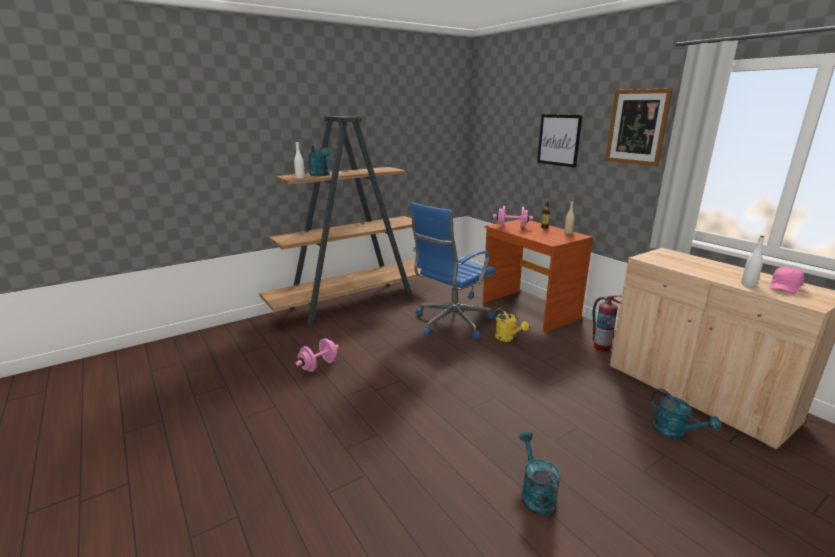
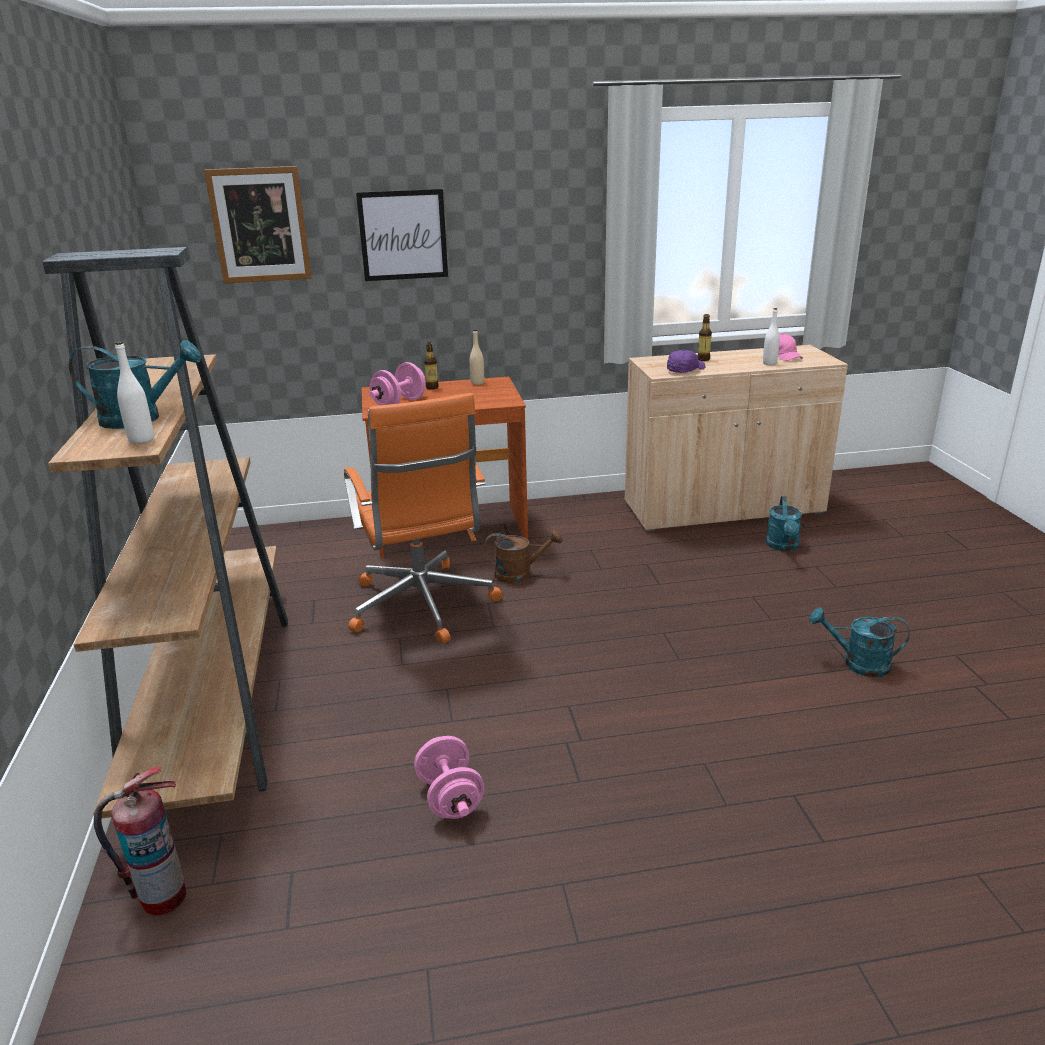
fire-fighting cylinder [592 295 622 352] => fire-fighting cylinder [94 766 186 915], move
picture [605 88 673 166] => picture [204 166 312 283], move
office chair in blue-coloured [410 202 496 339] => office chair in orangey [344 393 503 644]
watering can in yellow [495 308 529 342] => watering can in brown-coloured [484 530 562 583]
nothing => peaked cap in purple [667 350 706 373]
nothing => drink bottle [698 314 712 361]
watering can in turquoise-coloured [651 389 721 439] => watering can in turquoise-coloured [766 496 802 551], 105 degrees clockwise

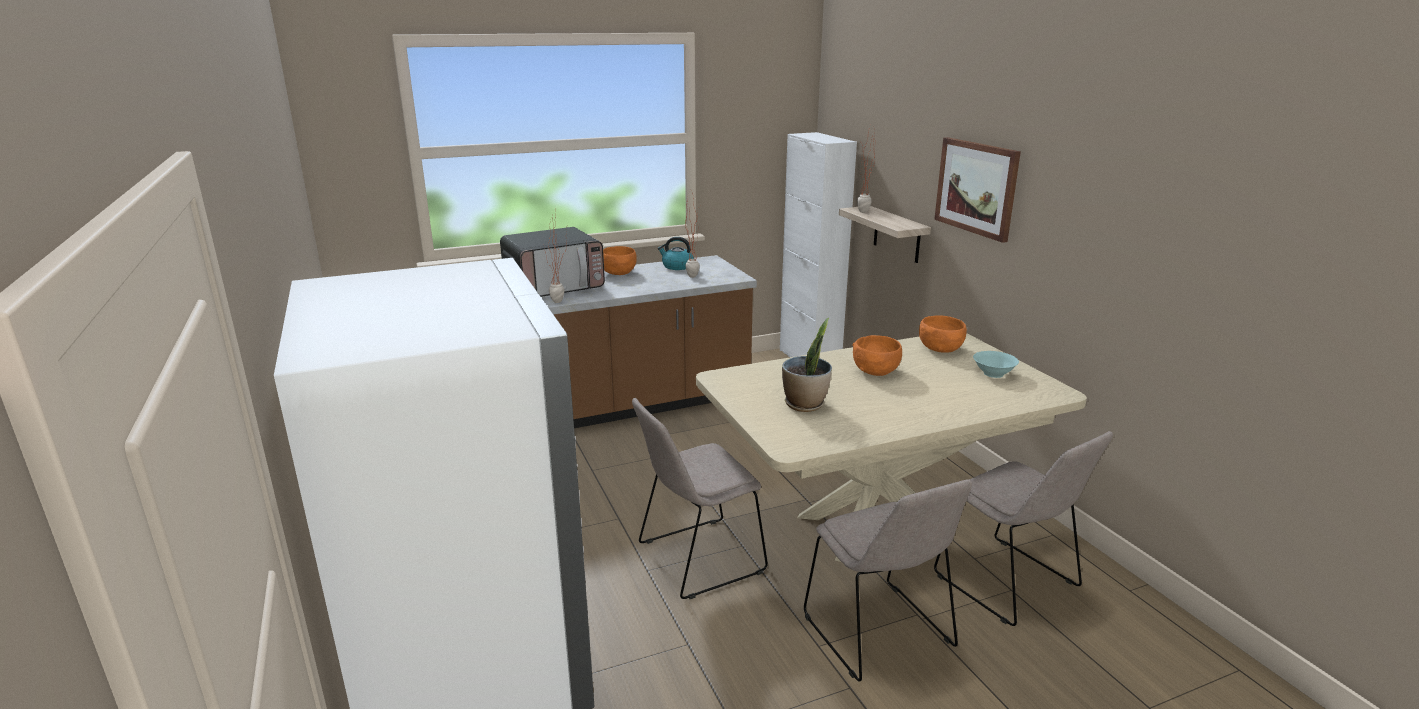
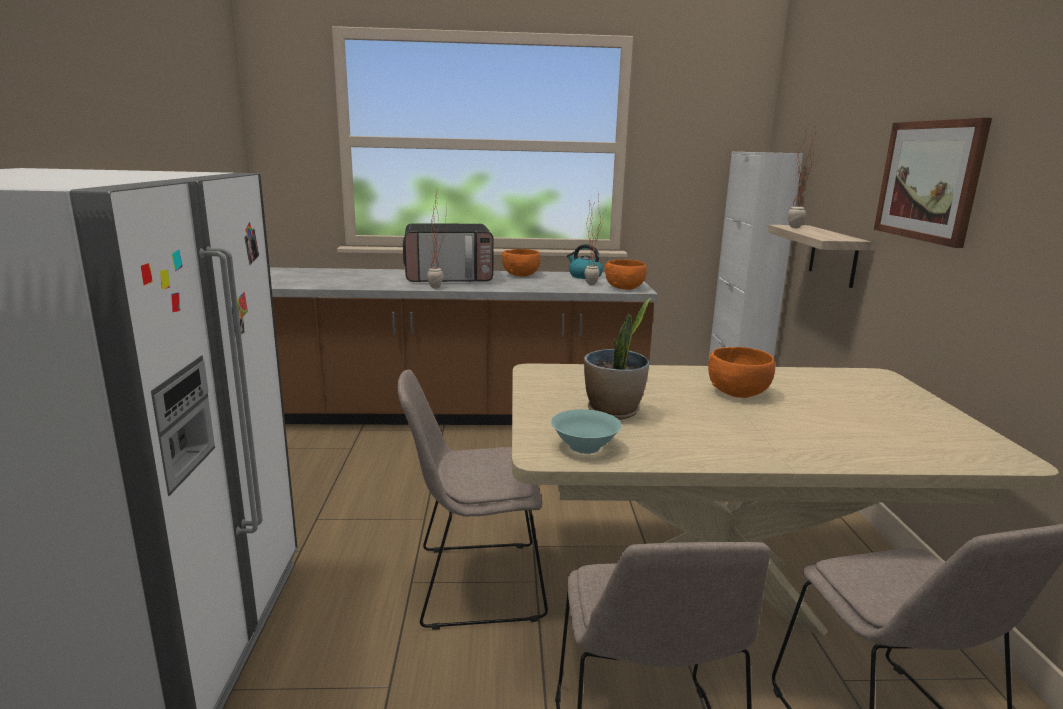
deep dish in turquoise-coloured [973 351 1019 378] => deep dish in turquoise-coloured [551 409 622 454], move
deep dish in orangey [919 315 967 353] => deep dish in orangey [604 259 647 290], move

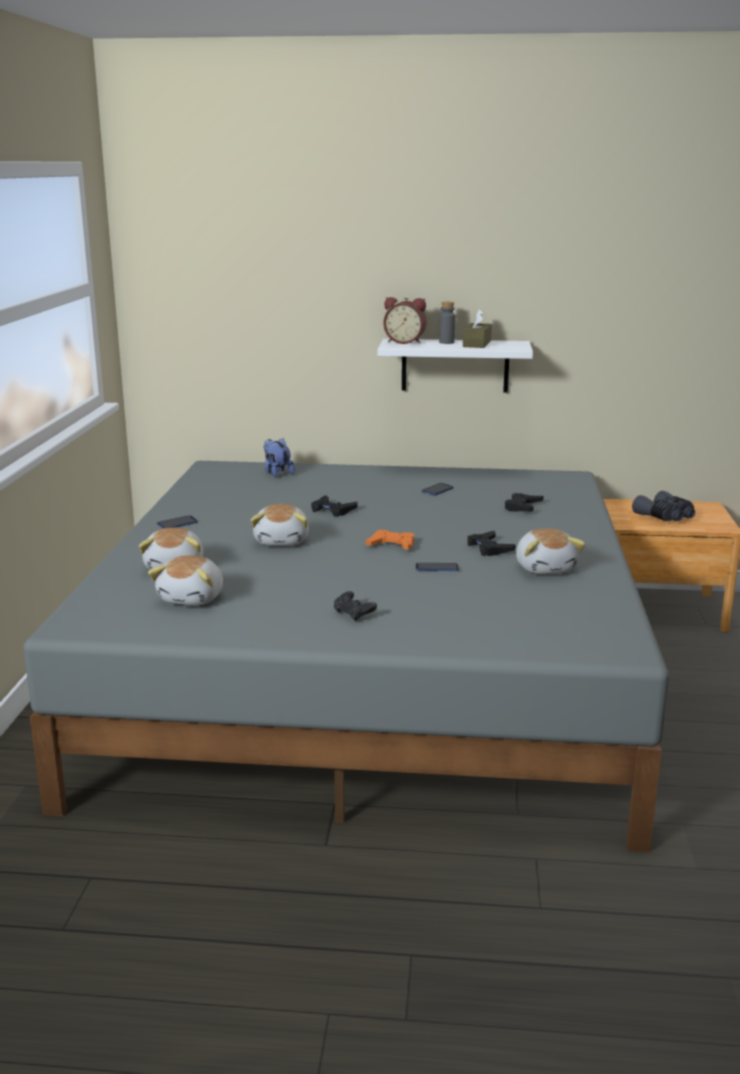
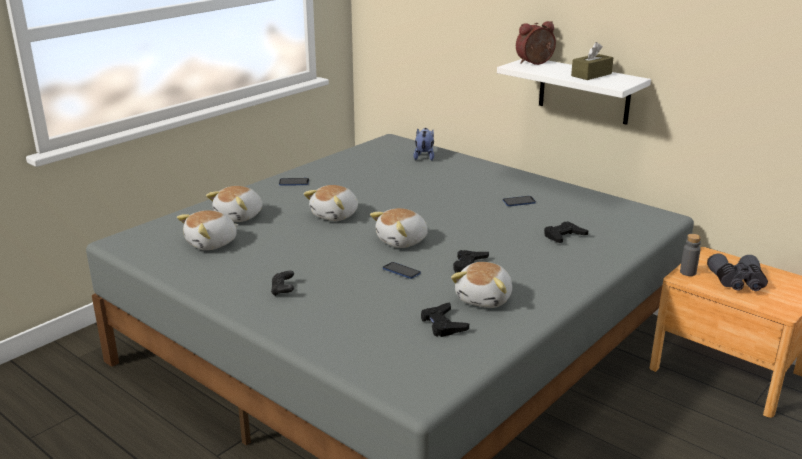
game controller in orangey [365 530 414 550] => plush toy [370 208 428 248]
game controller in blackish [311 495 357 517] => game controller in blackish [421 302 469 337], move
alarm clock [383 297 427 344] => alarm clock [516 21 556 65], 105 degrees clockwise
drink bottle in greyish [439 302 455 344] => drink bottle in greyish [680 234 701 276], move

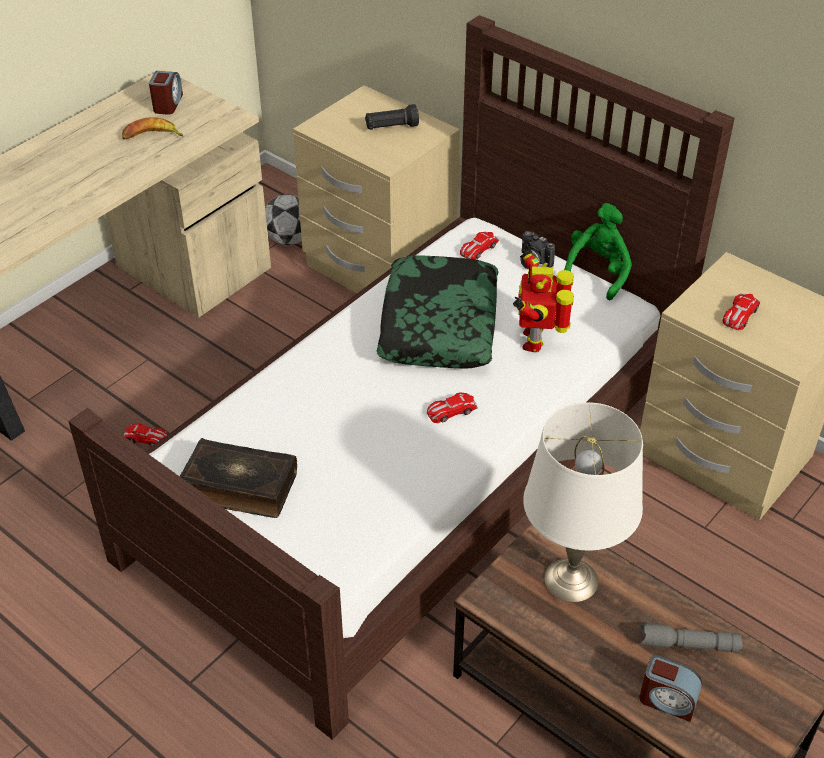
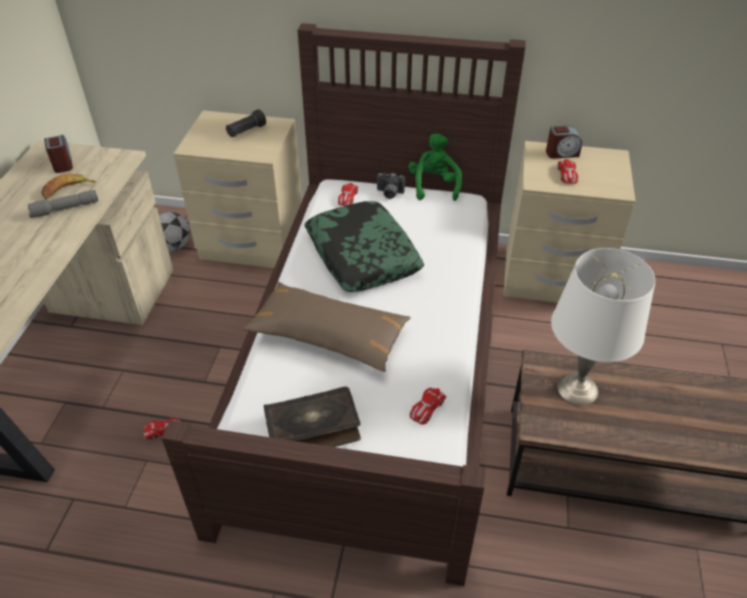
torch in greyish [640 624 743 653] => torch in greyish [28 190 99 218], move
nothing => cushion in brown-coloured [243 282 411 372]
miniature car [427 392 478 423] => miniature car [410 388 446 425], move
alarm clock [639 655 702 722] => alarm clock [546 126 582 159], move
toy robot [513 246 574 352] => nothing

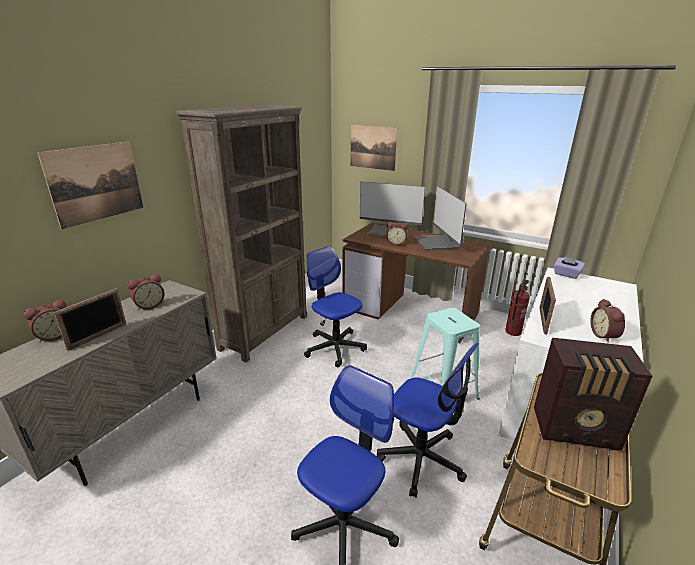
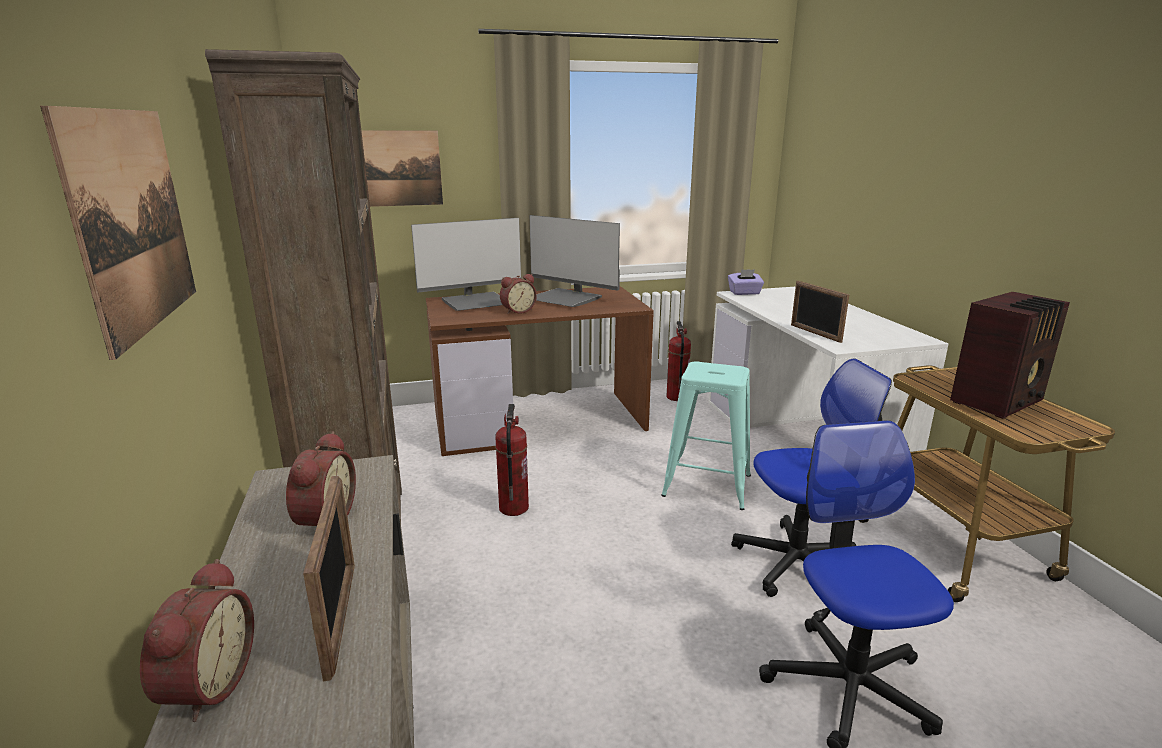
office chair [304 246 367 367] => fire-fighting cylinder [495 404 529 516]
alarm clock [590 299 625 343] => nothing

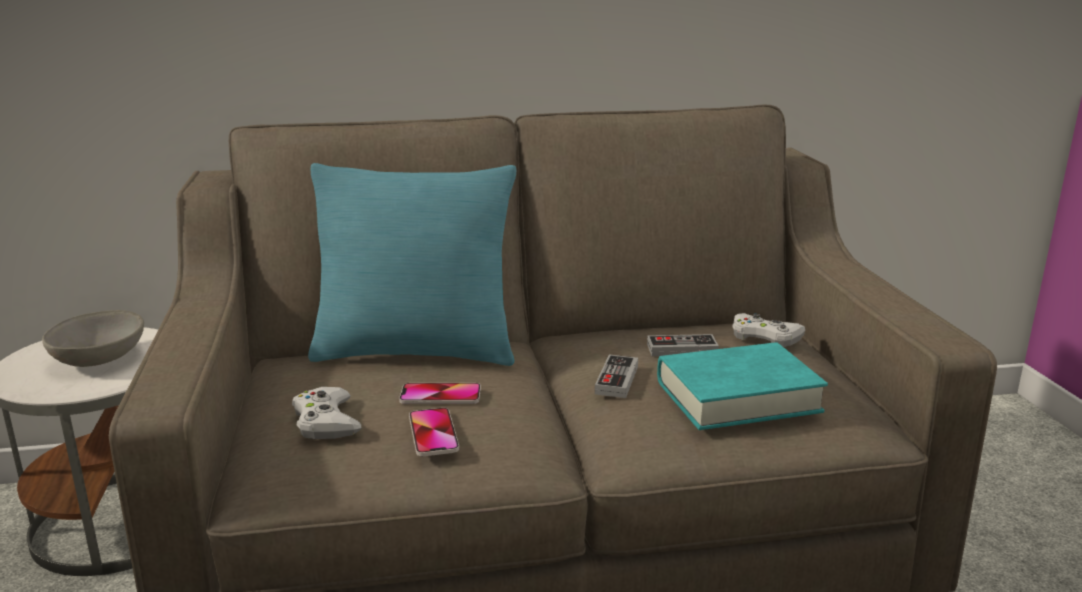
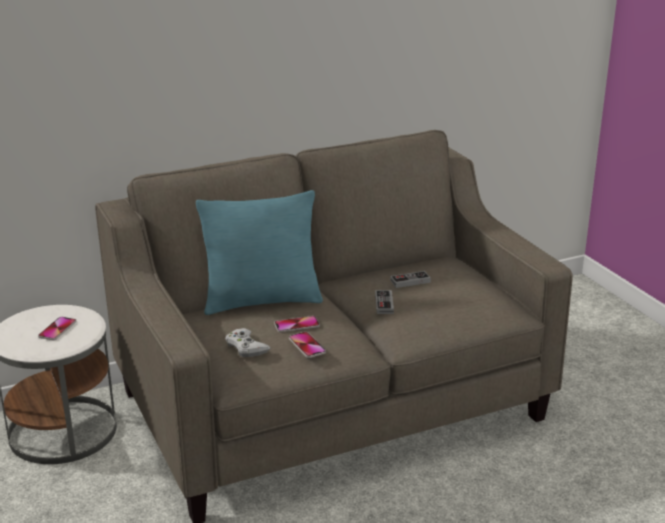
deep dish in greyish [42 310 144 367] => phone [38 317 76 340]
book in turquoise-coloured [657 342 828 430] => nothing
game controller in white-coloured [732 313 805 347] => nothing

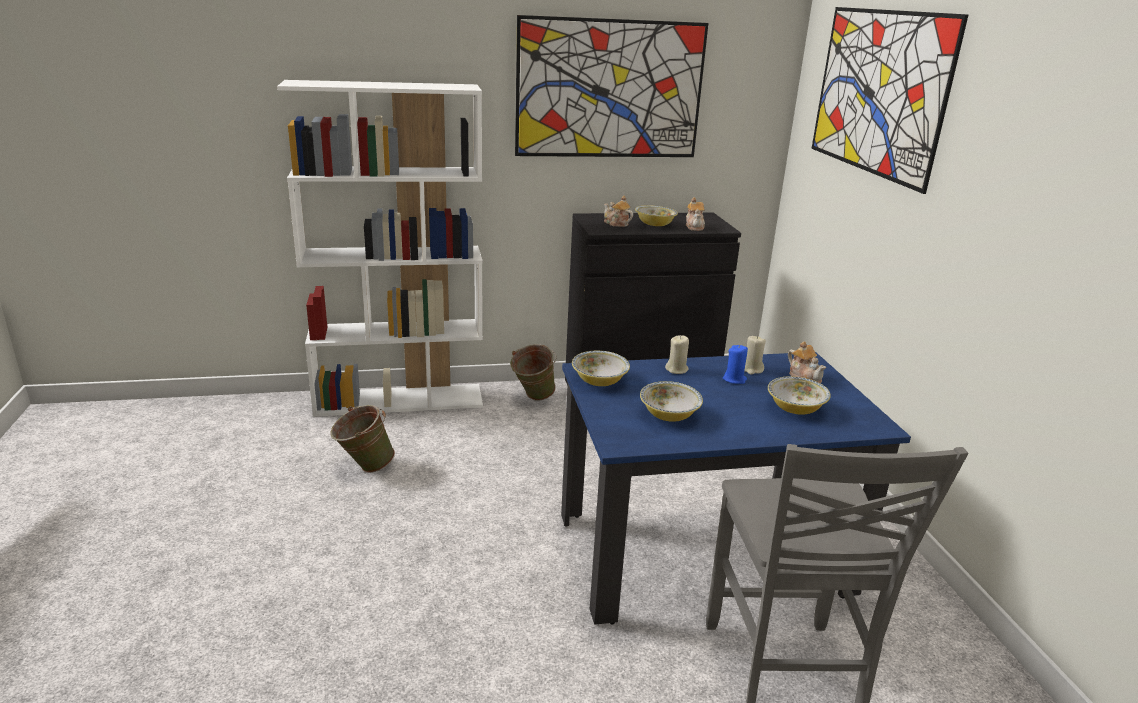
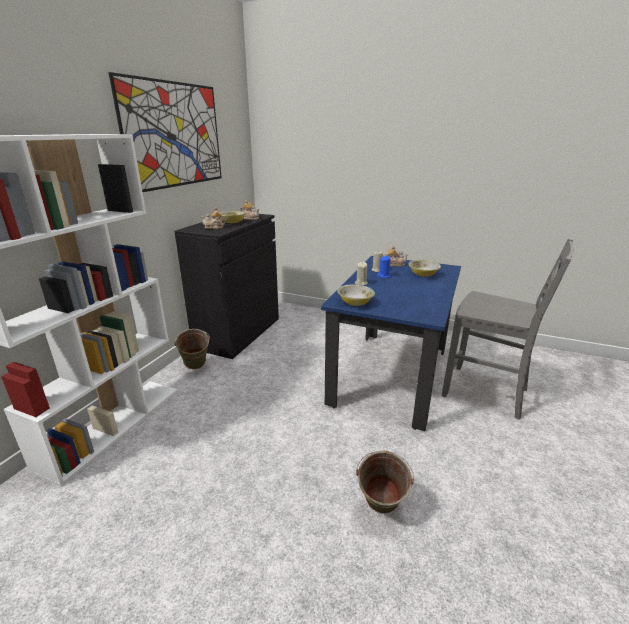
water bucket in green-coloured [331 405 395 473] => water bucket in green-coloured [356 451 414 514], move
deep dish [640 381 703 422] => nothing
picture [811 7 968 194] => nothing

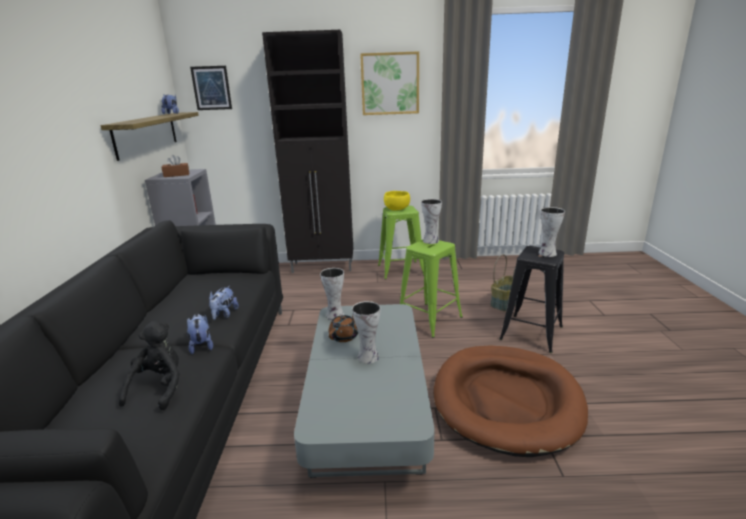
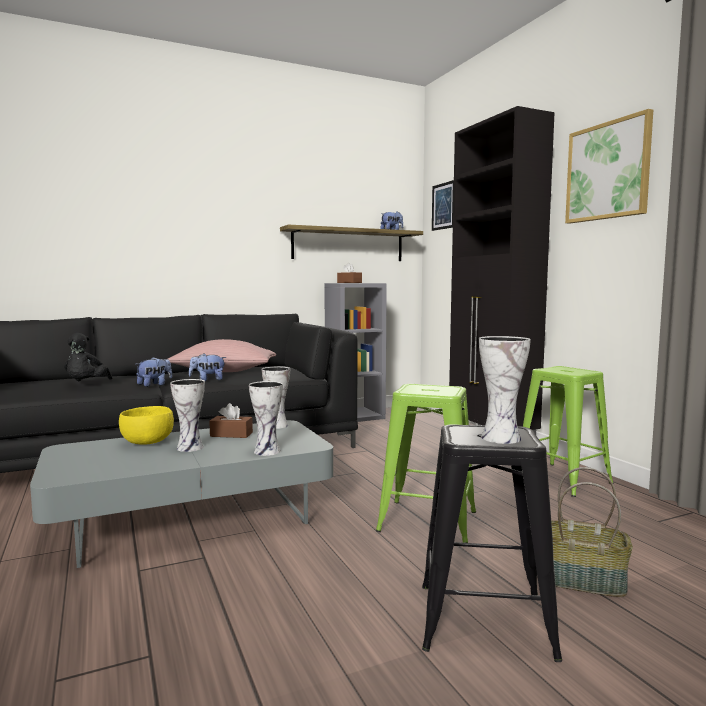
plush toy in blackish [119 321 180 410] => plush toy in blackish [64 333 113 381], 105 degrees clockwise
deep dish in yellow [384 191 410 211] => deep dish in yellow [119 406 174 445], move
nothing => cushion in pink-coloured [168 339 276 372]
teapot in brown-coloured [328 315 358 342] => tissue holder in brown-coloured [209 403 253 438]
decorative vase [421 199 442 244] => decorative vase [249 381 283 456], move
dog cushion in brown-coloured [433 346 588 457] => nothing

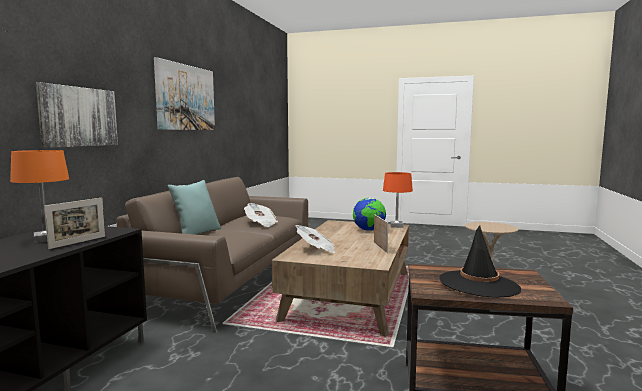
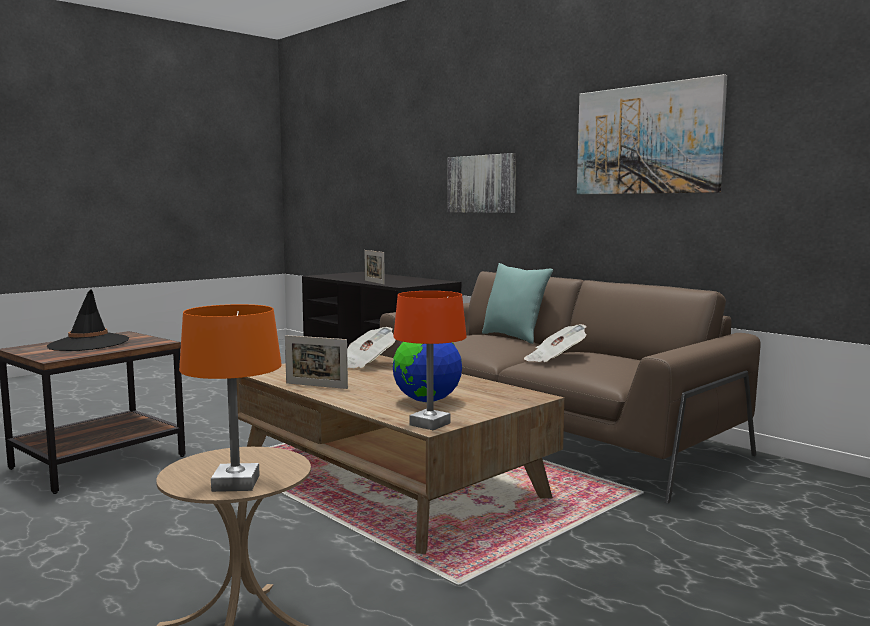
table lamp in orangey [10 150 69 243] => table lamp in orangey [179 304 282 492], move

